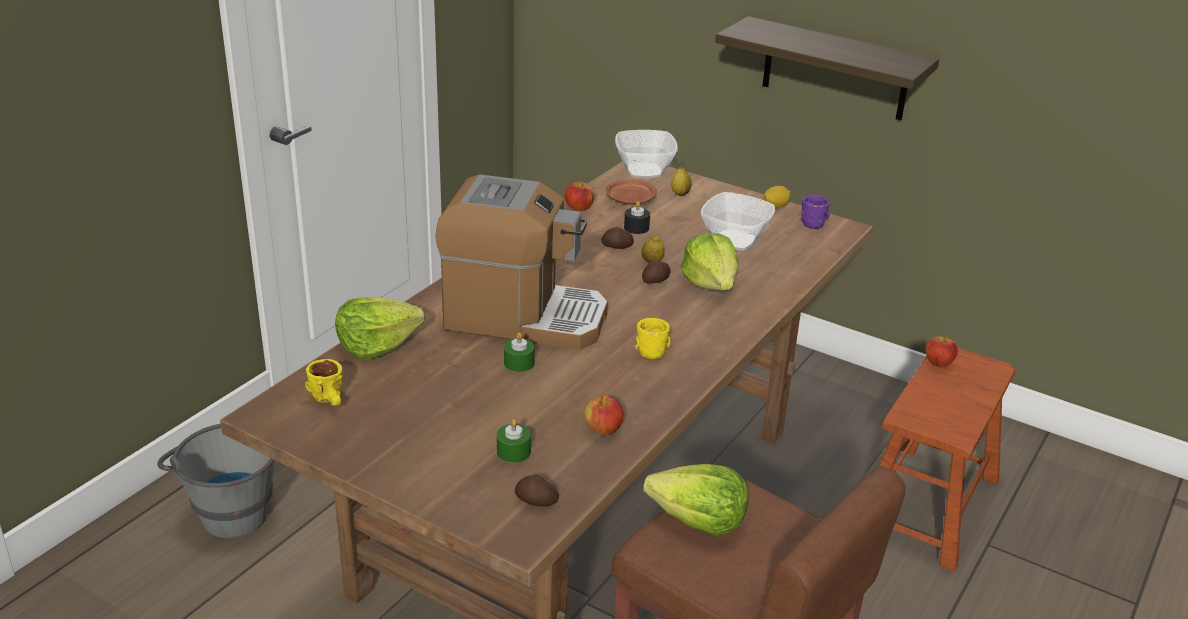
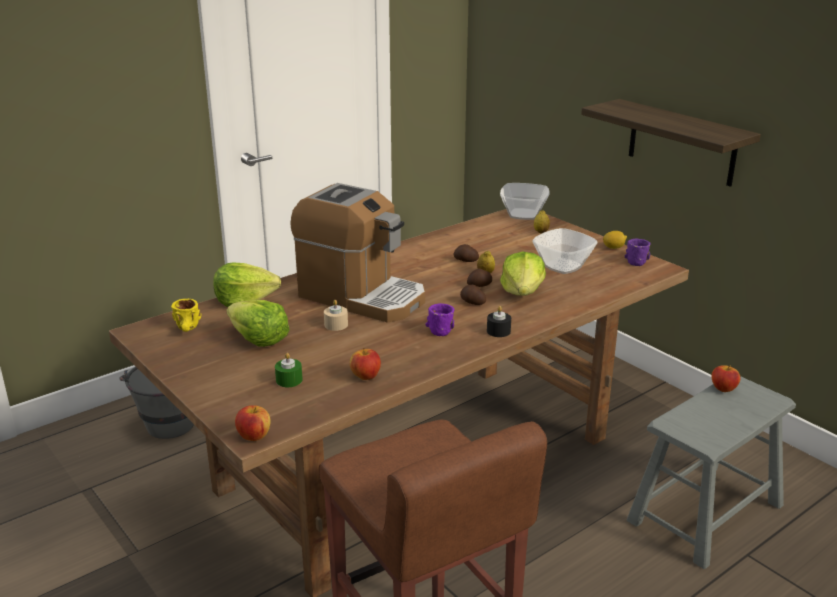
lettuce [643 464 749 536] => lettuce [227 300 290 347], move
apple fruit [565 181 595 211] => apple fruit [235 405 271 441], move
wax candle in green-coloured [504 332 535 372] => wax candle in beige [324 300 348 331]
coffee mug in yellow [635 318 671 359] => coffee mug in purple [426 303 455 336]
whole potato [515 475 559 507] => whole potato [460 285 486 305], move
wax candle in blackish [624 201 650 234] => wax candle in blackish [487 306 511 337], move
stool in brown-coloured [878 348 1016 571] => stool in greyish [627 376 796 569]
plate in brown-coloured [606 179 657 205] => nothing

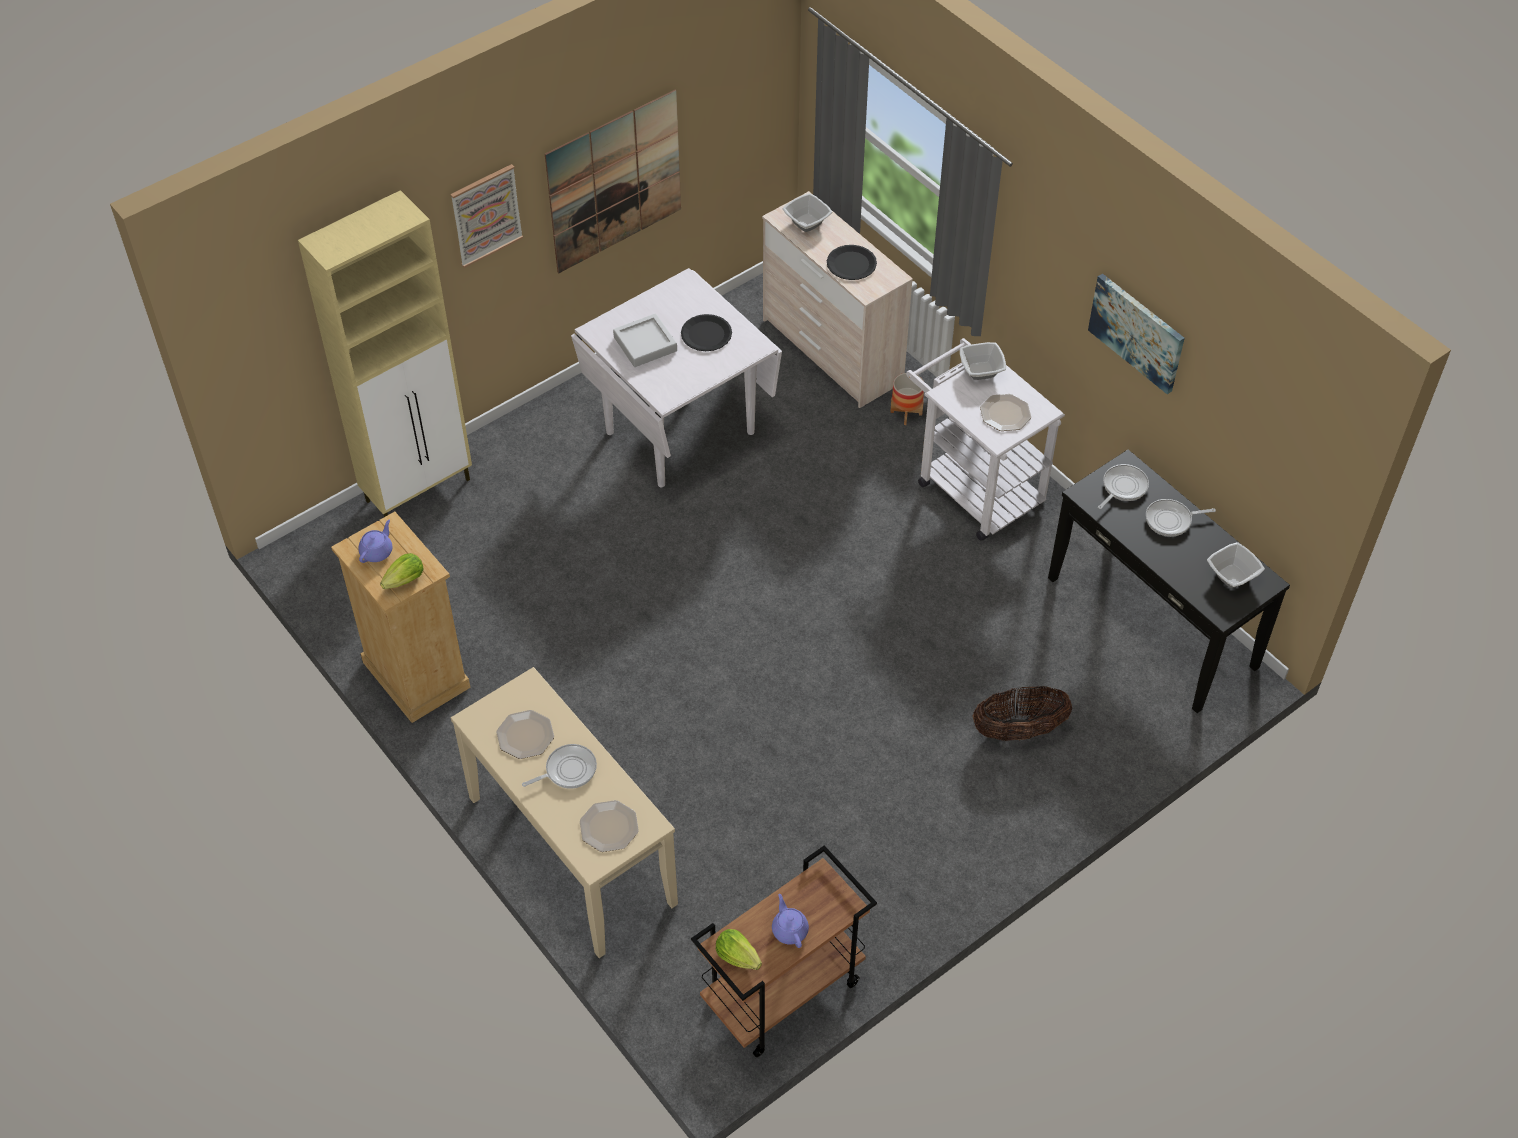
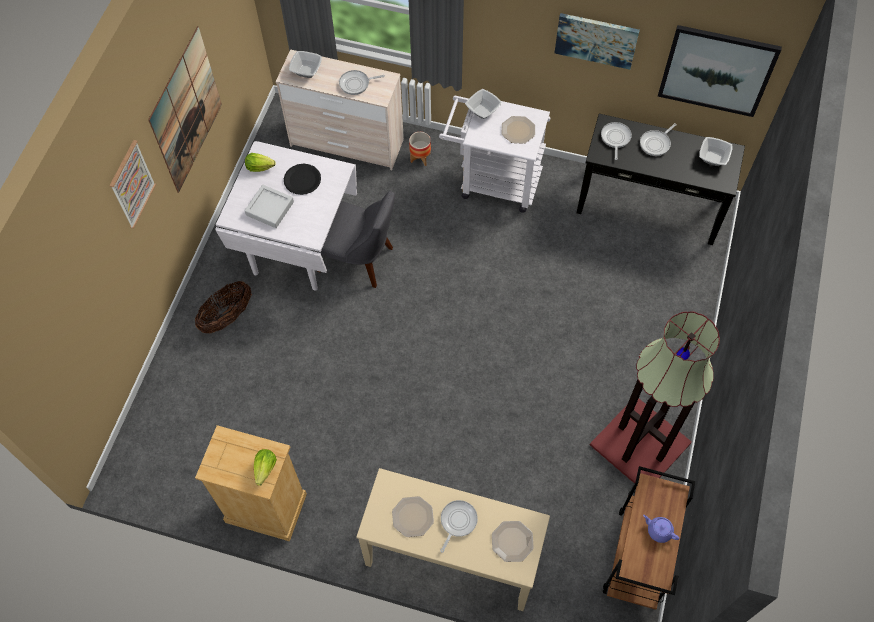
household basket [972 686 1072 741] => household basket [195 281 252 333], move
lettuce [716 929 762 970] => lettuce [245 153 276 172], move
nothing => chair in greyish [317 191 395 288]
plate in blackish [827 245 877 280] => frying pan [339 70 385 95]
nothing => standing lamp [590 311 720 484]
nothing => picture [658 25 782 117]
cupboard in beige [298 190 472 517] => nothing
teapot in purple [358 520 393 563] => nothing

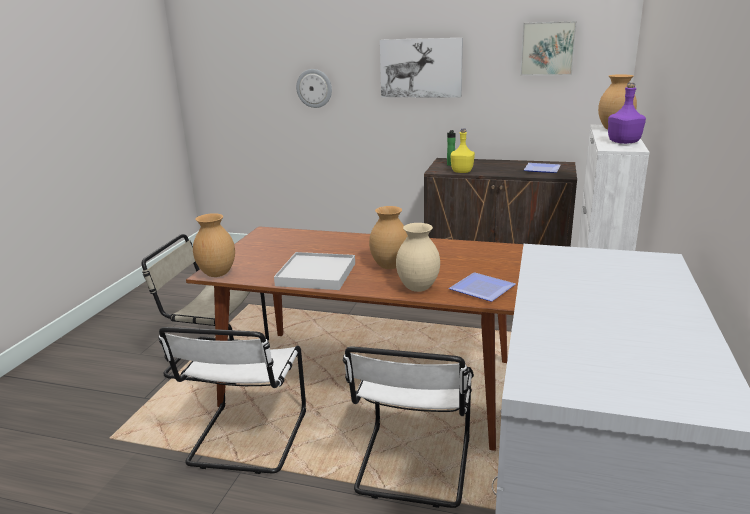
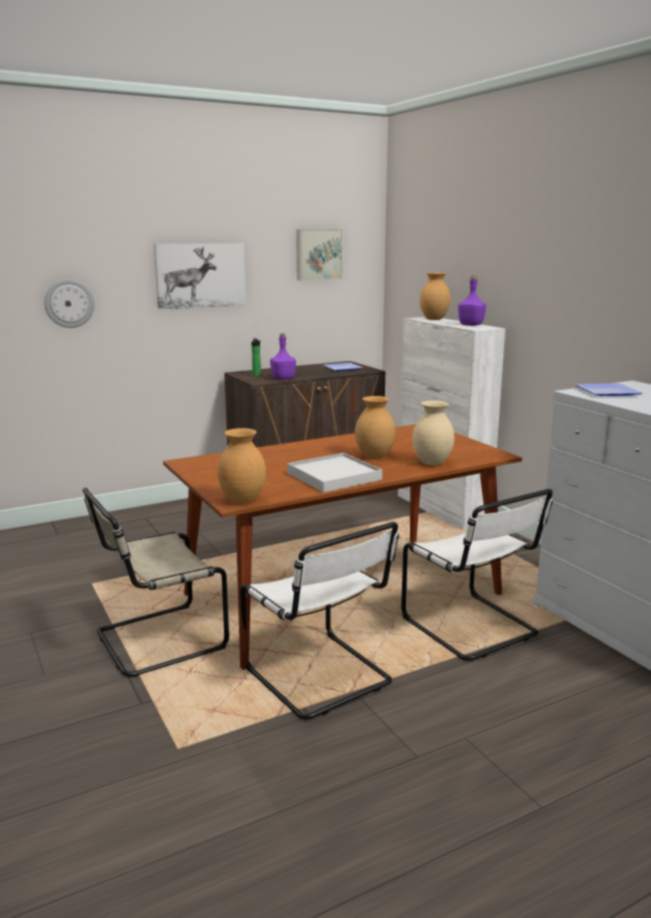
drink bottle in yellow [451 129 475 173] => drink bottle in purple [270 334 296 380]
plate [449 272 516 302] => plate [575 383 643 396], move

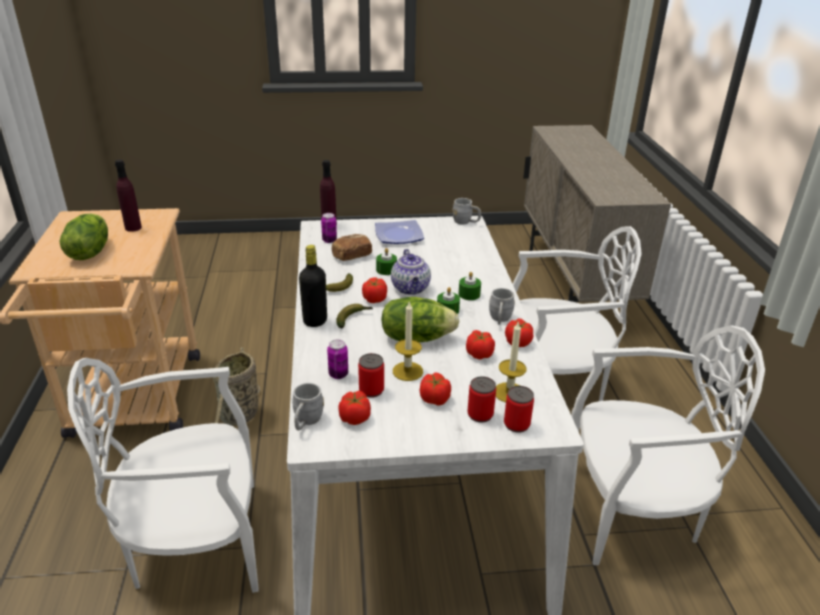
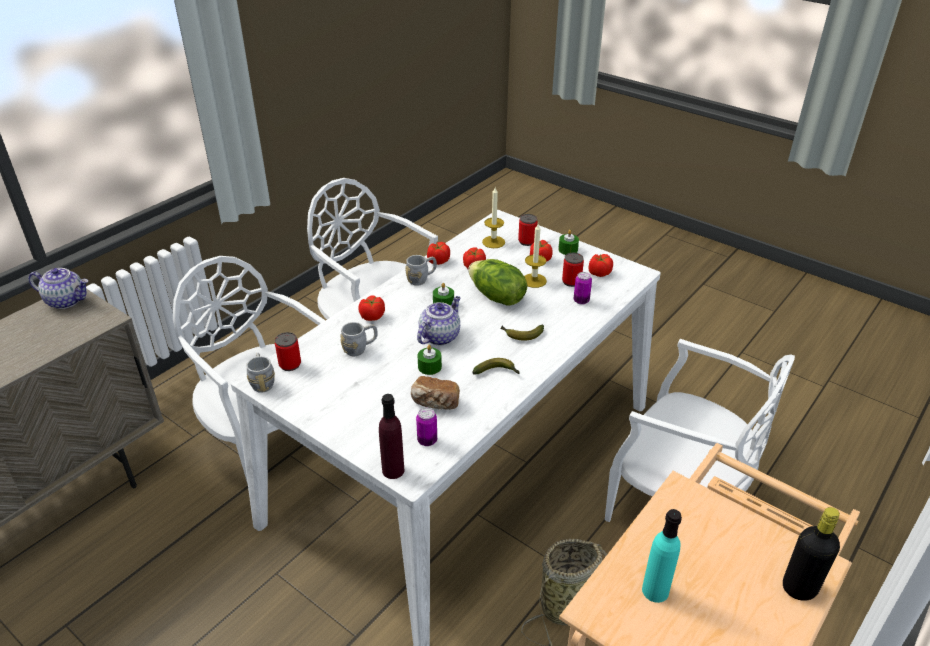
nothing => teapot [28 268 88 309]
sealed can [504 386 534 433] => sealed can [275 332 301 371], move
coffee mug in greyish [292 383 324 430] => coffee mug in greyish [340 322 378 356], move
tomato [362 277 387 303] => tomato [358 296 385 321], move
wax candle in green-coloured [459 272 481 300] => wax candle in green-coloured [558 230 579 255], move
drink bottle in purple [115 159 142 232] => drink bottle in turquoise-coloured [642 509 682 603]
drink bottle in blackish [299 245 327 327] => drink bottle in blackish [783 507 840 601], move
lettuce [59 214 108 260] => nothing
plate [375 220 424 244] => nothing

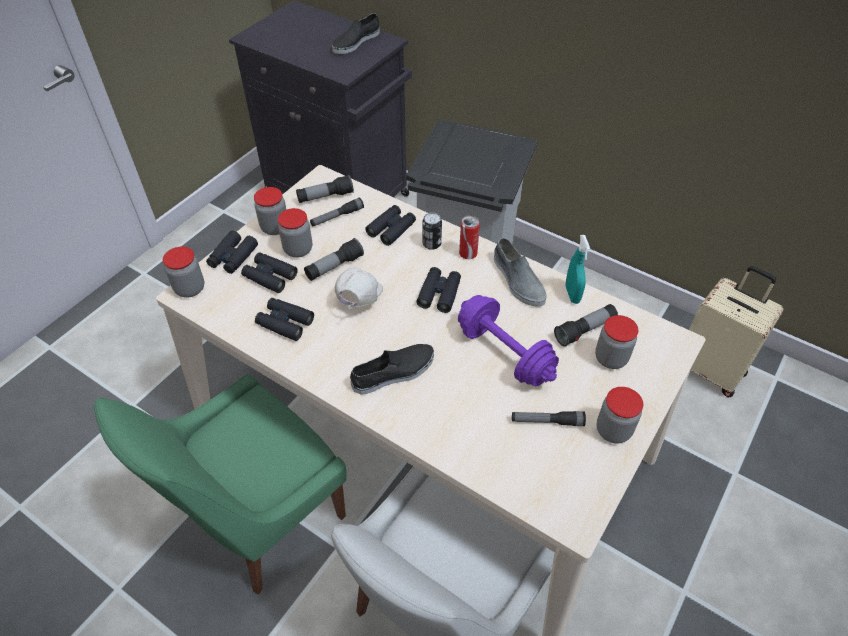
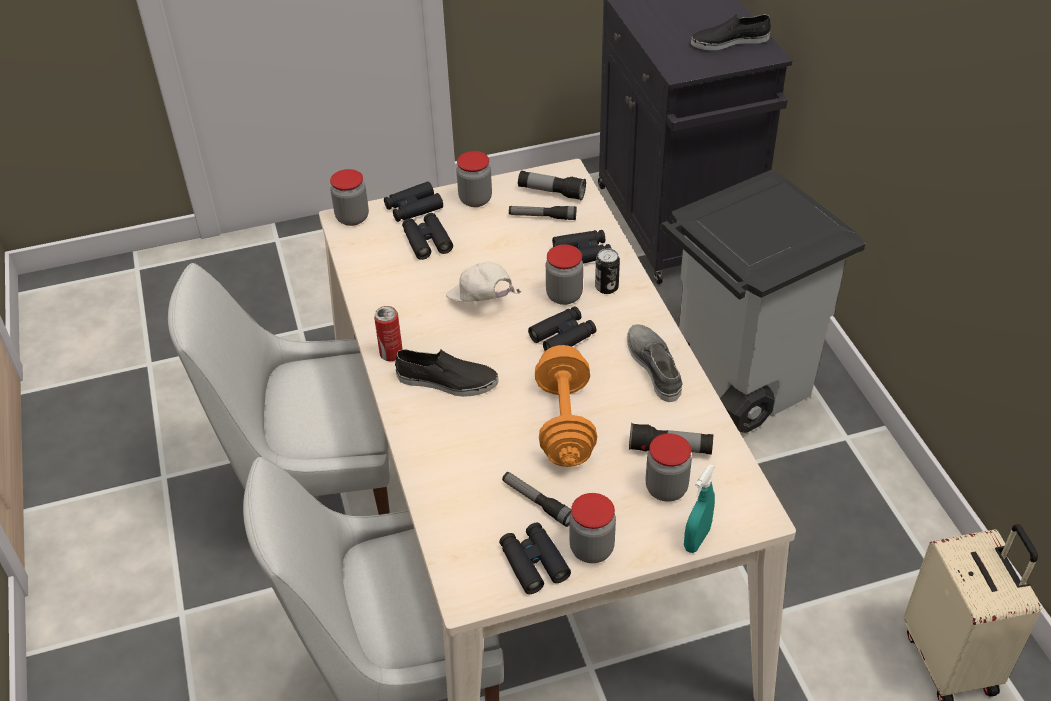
chair in green-coloured [94 375 347 595] => chair in white-coloured [168 263 390 515]
sealed can [459 215 480 259] => sealed can [374 306 403 361], move
peaked cap in white-coloured [334 268 383 312] => peaked cap in white-coloured [446 262 521 303], 105 degrees counterclockwise
field glasses in blackish [255 298 314 341] => field glasses in blackish [499 522 571 594], move
hand weight in purple [458 295 559 386] => hand weight in orangey [535 345 597 467]
jar [278 208 312 258] => jar [546 245 583 305], move
low shoe in greyish [494 238 547 307] => low shoe in greyish [627 324 683 402], 150 degrees clockwise
spray bottle in turquoise-coloured [565 235 591 304] => spray bottle in turquoise-coloured [684 464 715 553], move
torch [304 238 364 281] => nothing

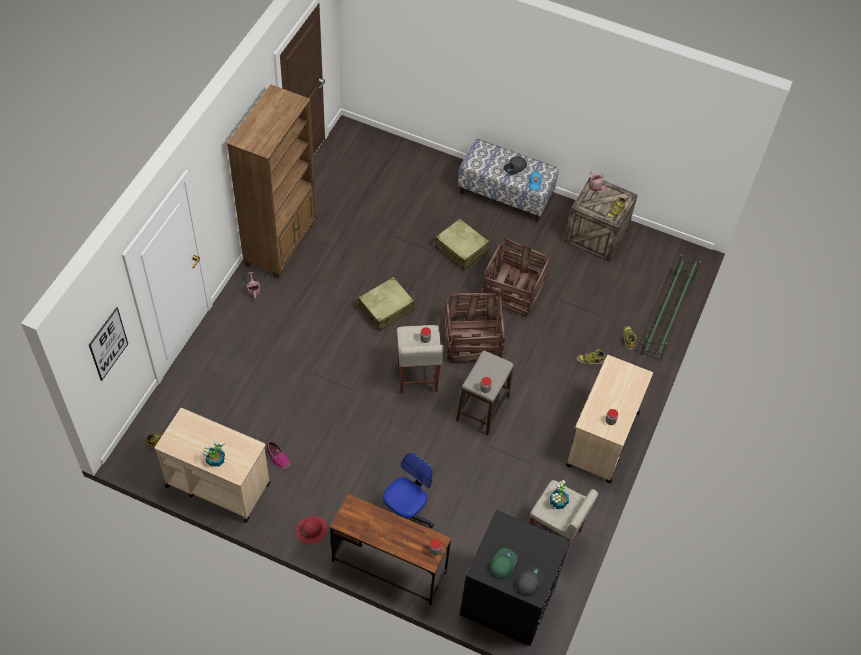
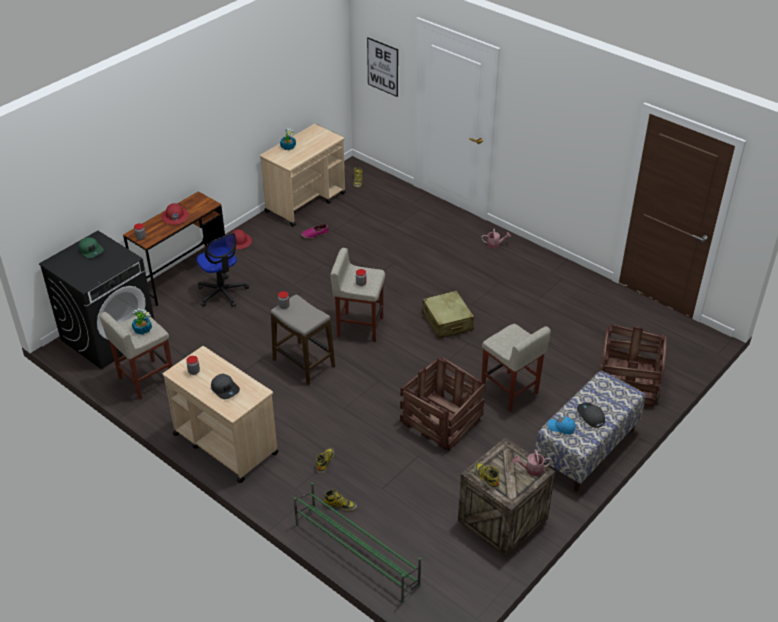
nothing => hard hat in red-coloured [161 203 189 225]
peaked cap in greyish [516 564 545 596] => peaked cap in greyish [211 374 240 399], move
piece of luggage in beige [435 219 489 270] => stool in beige [481 324 551 412]
crate [444 293 505 363] => crate [599 324 667 407], move
bookcase in brown-coloured [227 84 317 279] => nothing

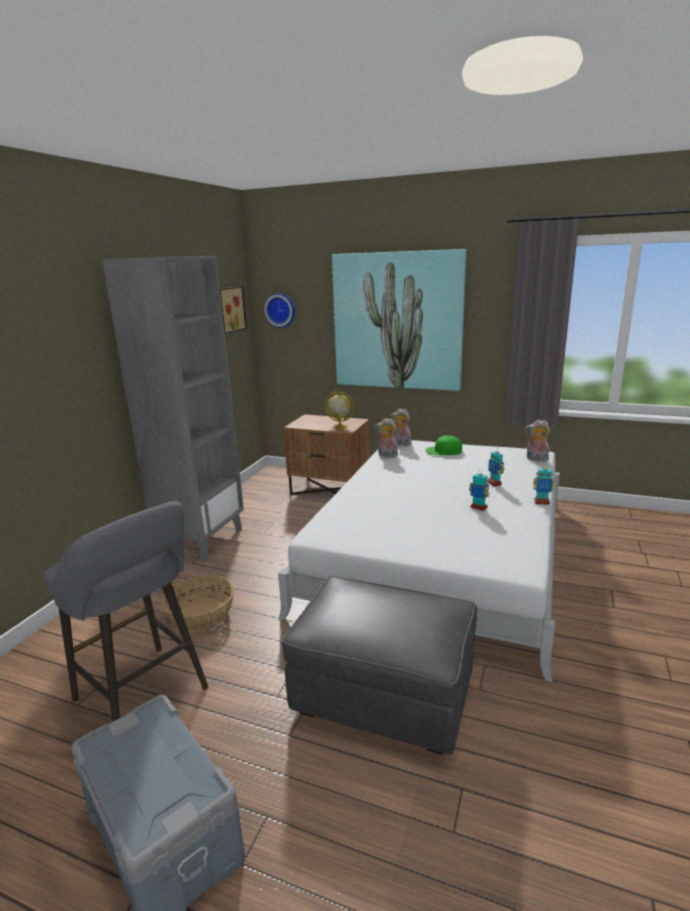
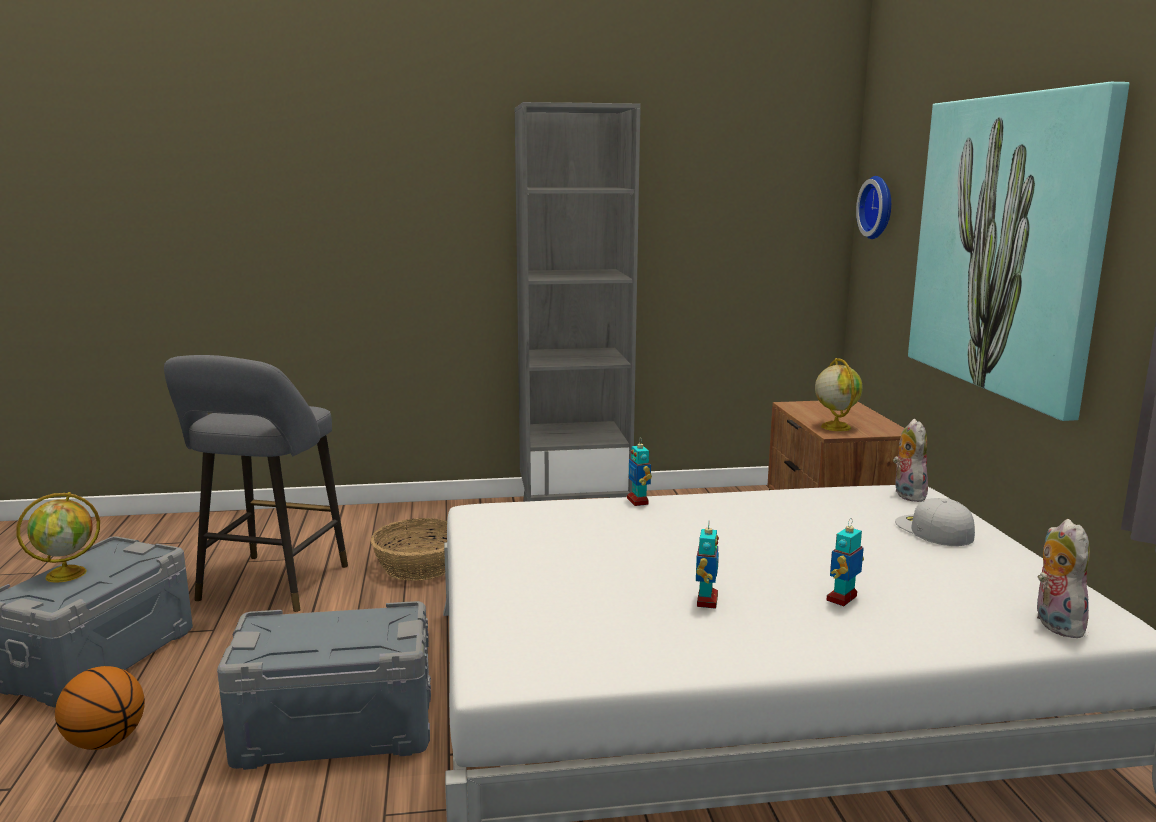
nothing => world globe [16 492 100 582]
nothing => ball for basketball [55 666 145 750]
ottoman in greyish [282 576 477 755] => storage box in greyish [217 601 431 770]
toy robot [533 465 554 505] => toy robot [627 438 652 506], move
peaked cap in green-coloured [425 436 462 455] => peaked cap in white-coloured [895 498 975 546]
picture [220 286 247 333] => nothing
plush toy [375 418 398 458] => nothing

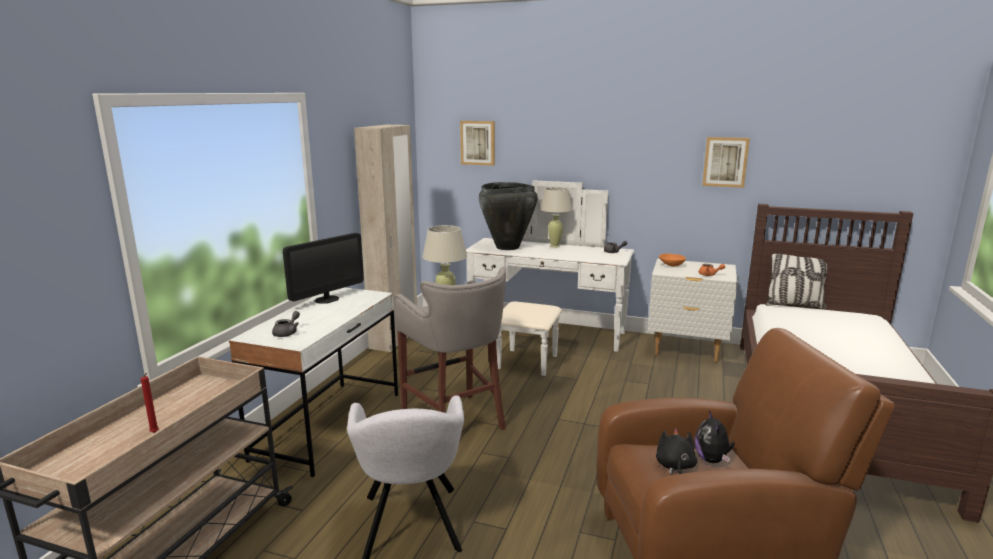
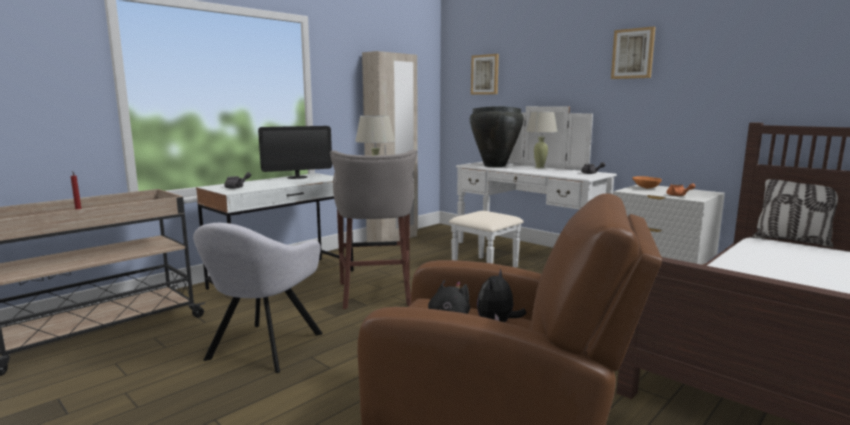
picture [702 137 750 188] => picture [611 26 655 79], move

